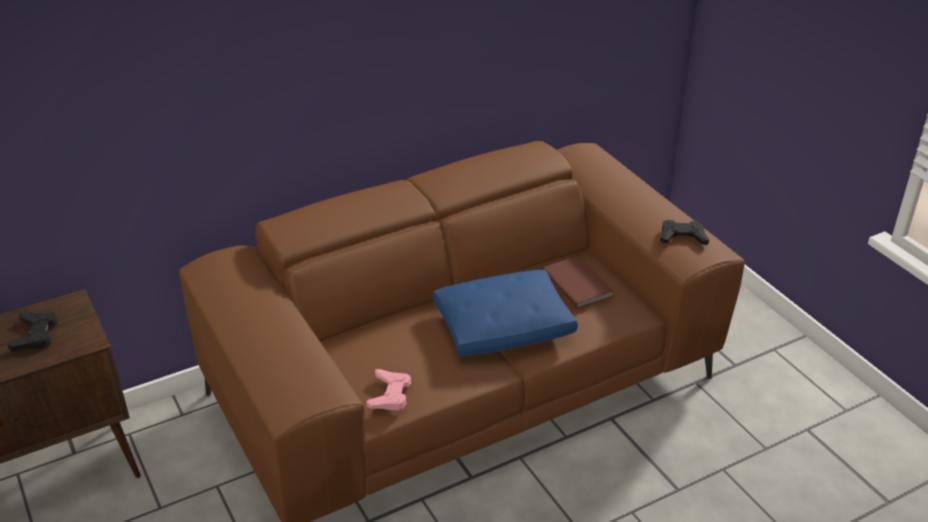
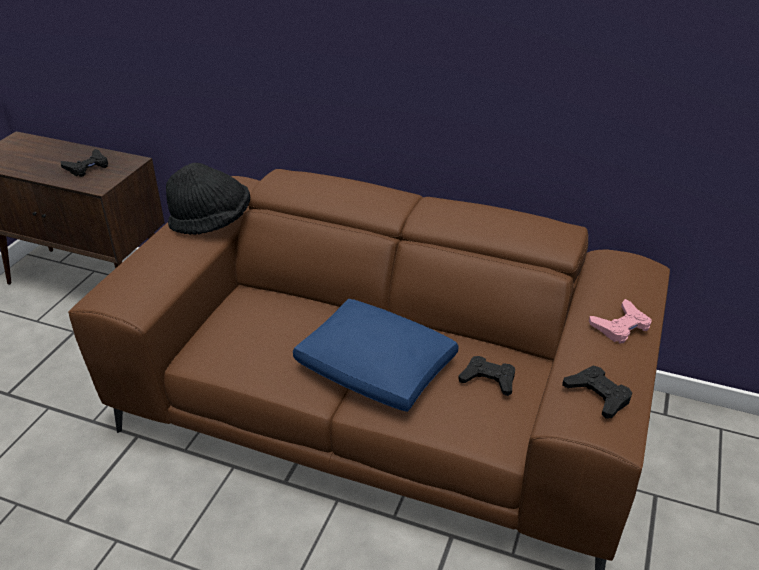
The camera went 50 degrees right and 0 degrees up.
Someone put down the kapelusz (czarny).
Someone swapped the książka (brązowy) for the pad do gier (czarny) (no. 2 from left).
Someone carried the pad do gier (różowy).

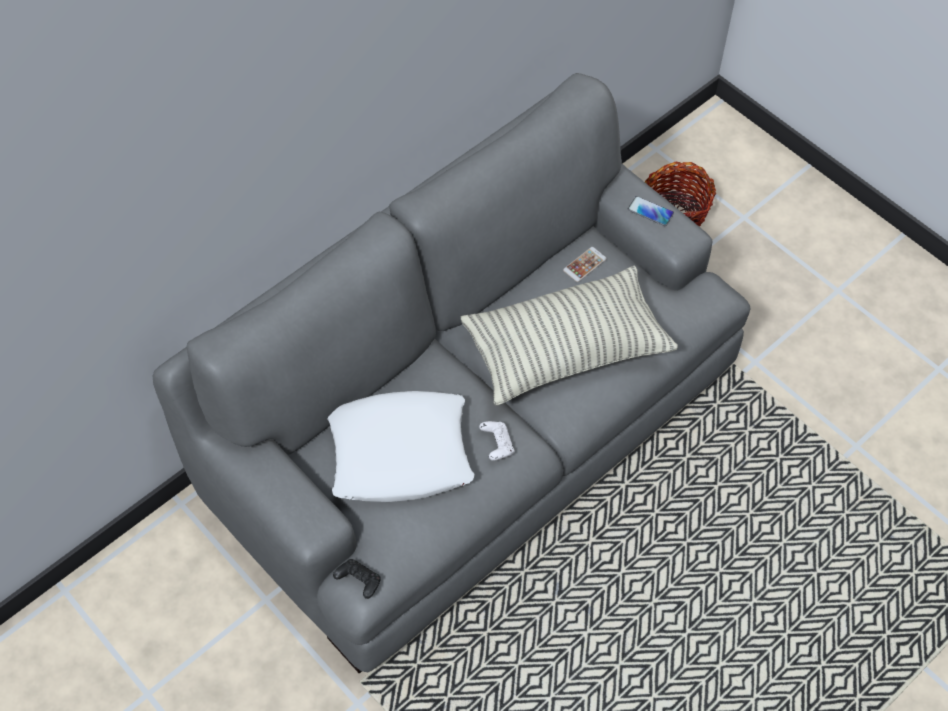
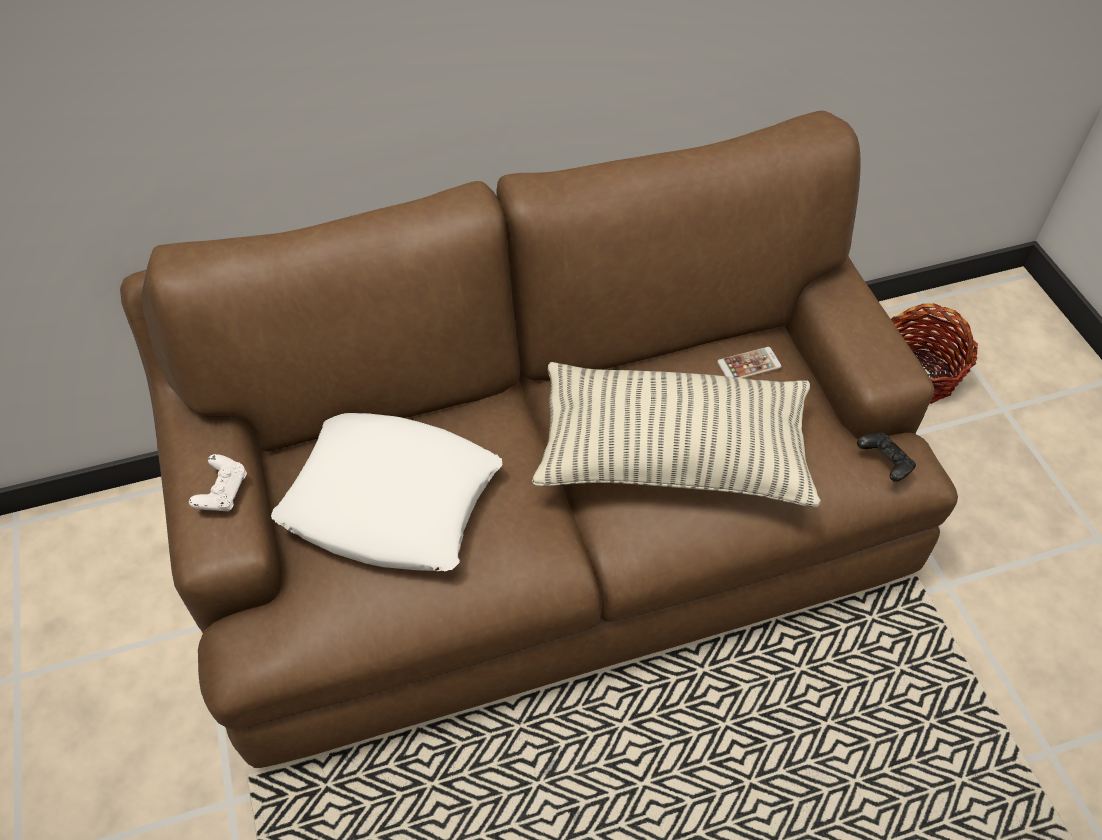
The camera went 25 degrees right and 5 degrees down.
Someone repainted the kanapa (szary), which became the kanapa (brązowy).
Someone carried the pad do gier (biały).
Someone carried the pad do gier (czarny).
Someone took away the telefon (no. 2 from left).

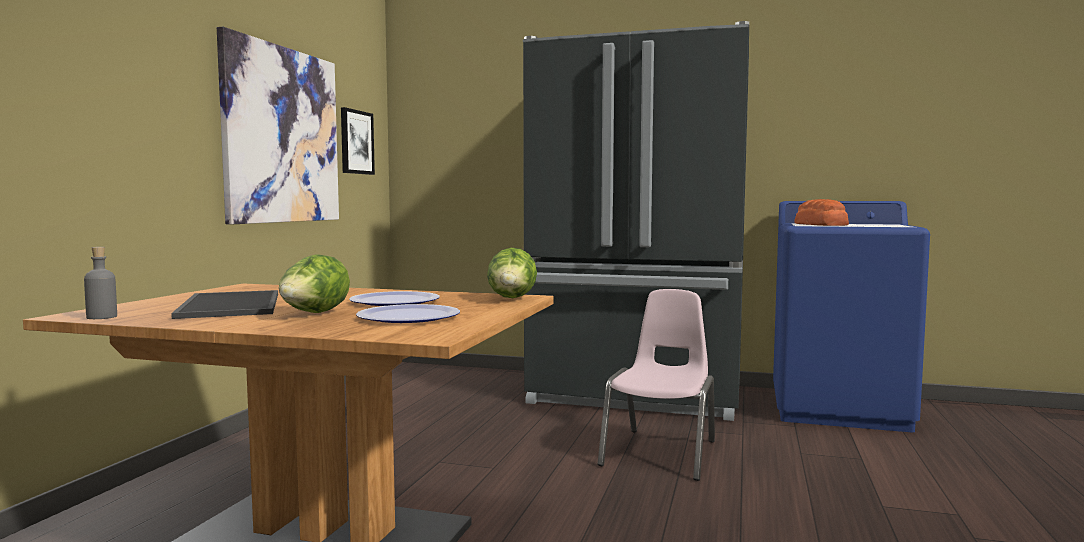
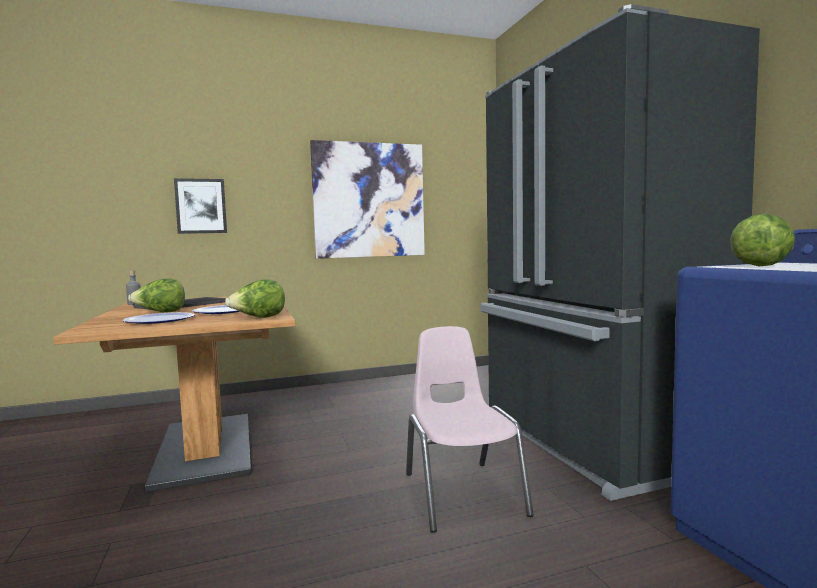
The camera went 55 degrees right and 0 degrees up.
Someone carried the obraz (no. 2 from left in the first image).
Someone rotated the krzesło (różowy) by 90 degrees counterclockwise.
Someone swapped the chleb for the sałata (no. 3 from left).

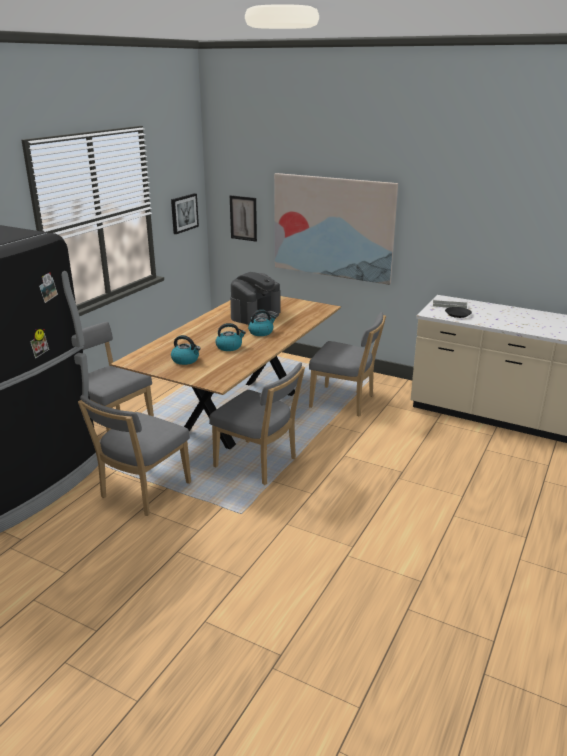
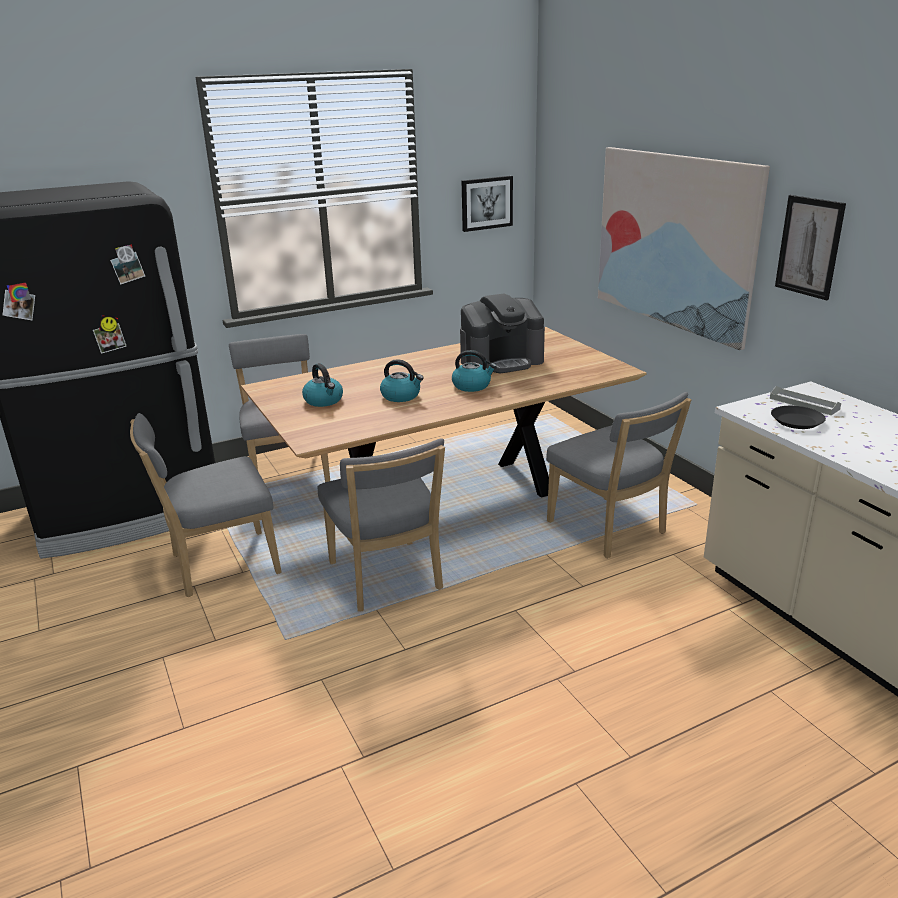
The camera went 35 degrees right and 0 degrees up.
Someone carried the obraz (no. 2 from left in the first image).

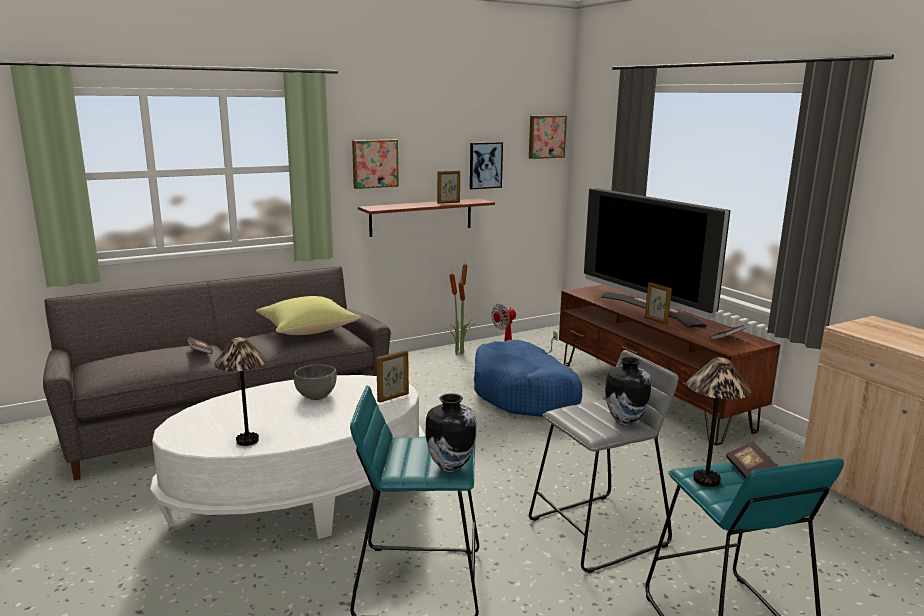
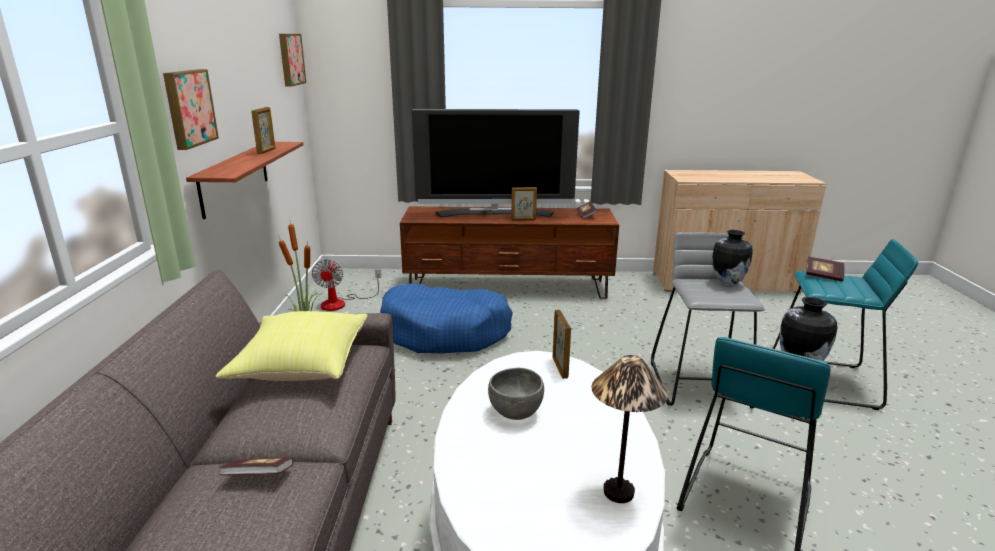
The camera went 60 degrees left and 5 degrees up.
Someone took away the obraz (no. 2 from left).
Someone took away the lampa stołowa (no. 2 from left).

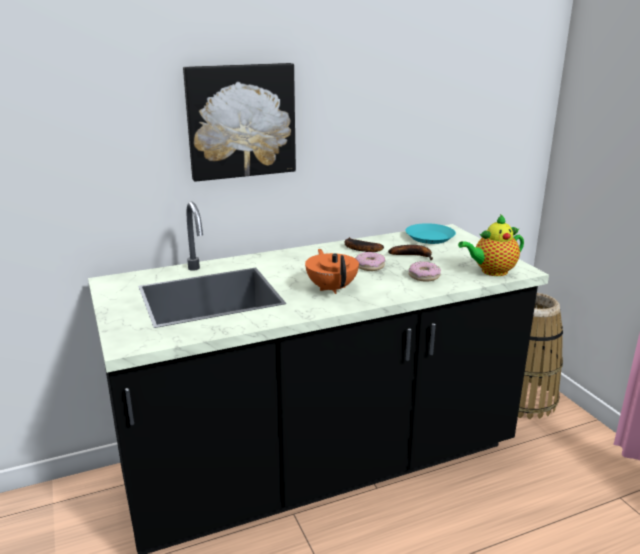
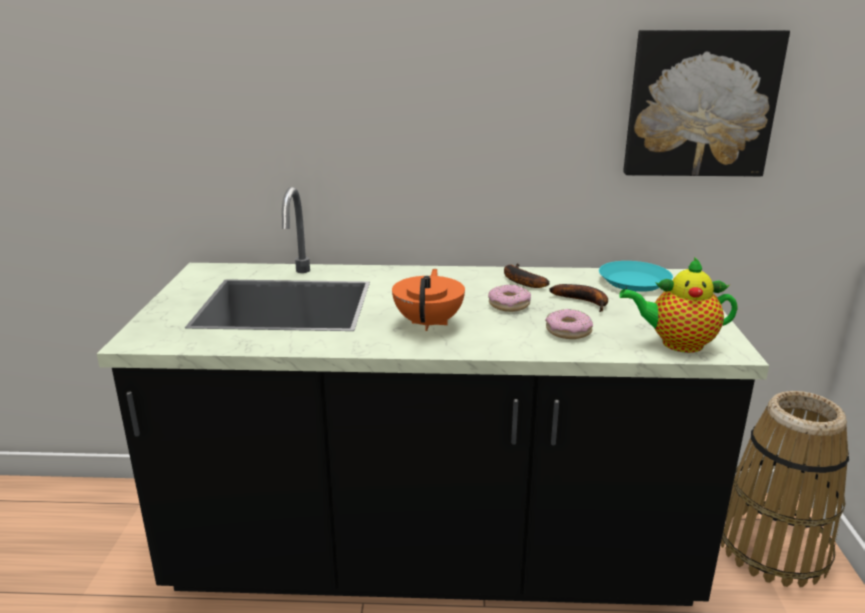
The camera went 25 degrees right and 0 degrees up.
Someone carried the obraz.

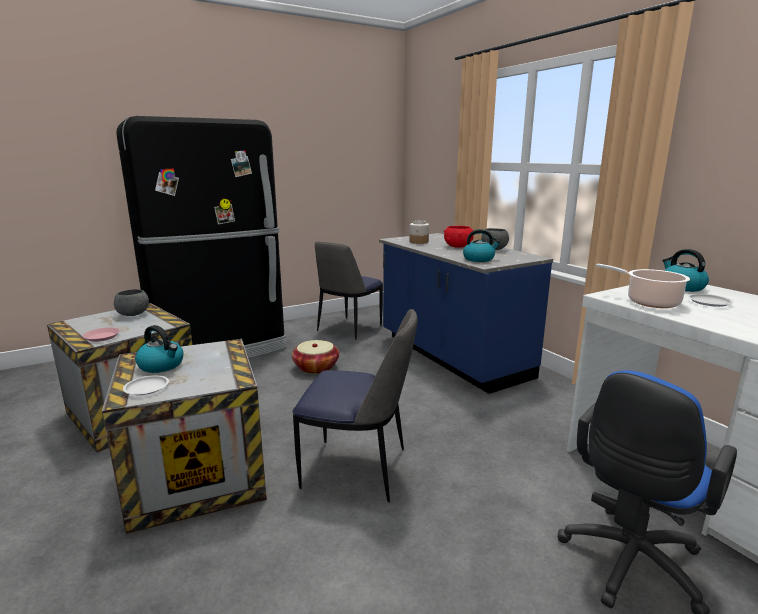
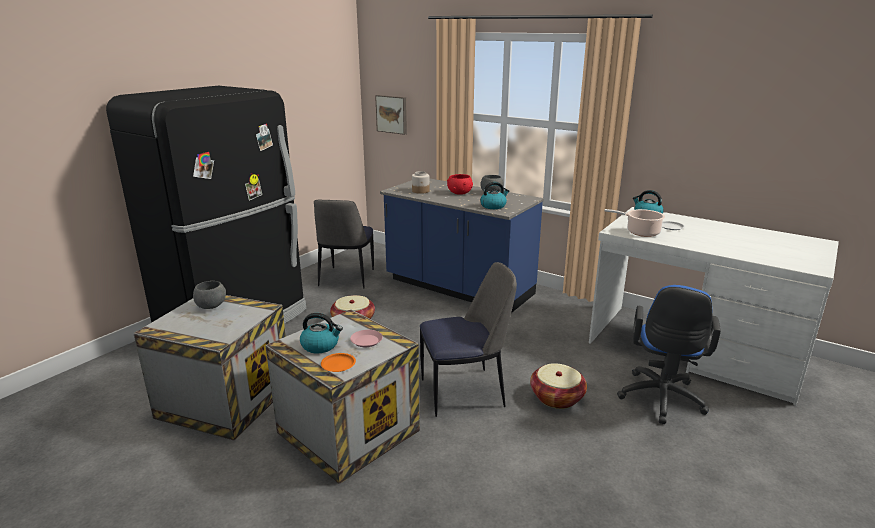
The camera went 25 degrees left and 5 degrees up.
Someone repainted the talerz (biały) (no. 1 from left), which became the talerz (pomarańczowy).
Someone carried the talerz (różowy).
Someone put up the obraz.
Someone put down the koszyk (no. 2 from left).

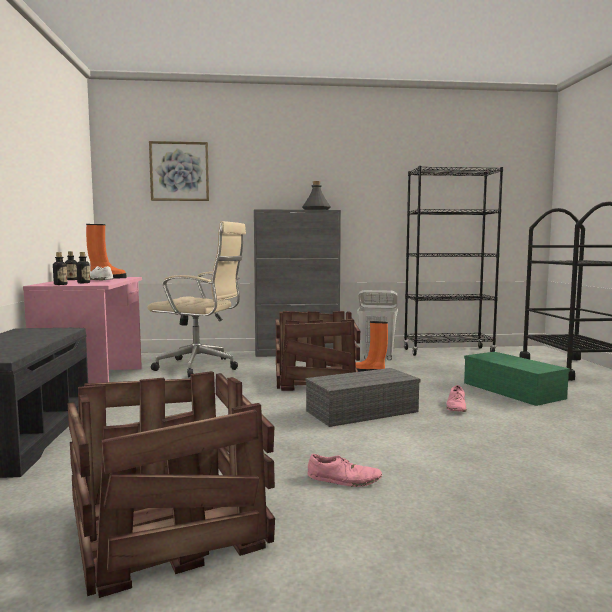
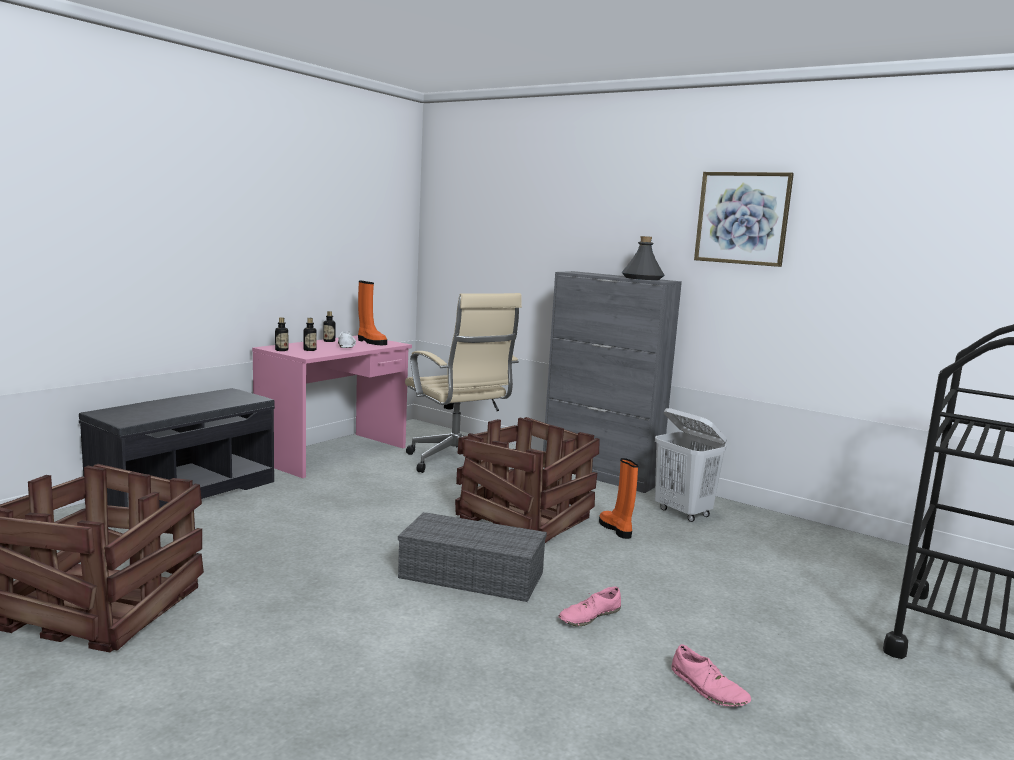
The camera went 40 degrees right and 5 degrees up.
Someone carried the but (różowy) (no. 1 from left in the first image).
Someone carried the obraz.
Someone took away the regał (czarny).
Someone took away the pojemnik do przechowywania (zielony).

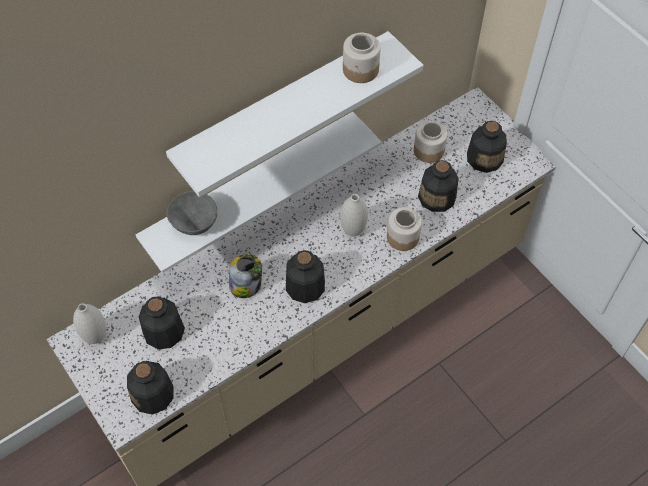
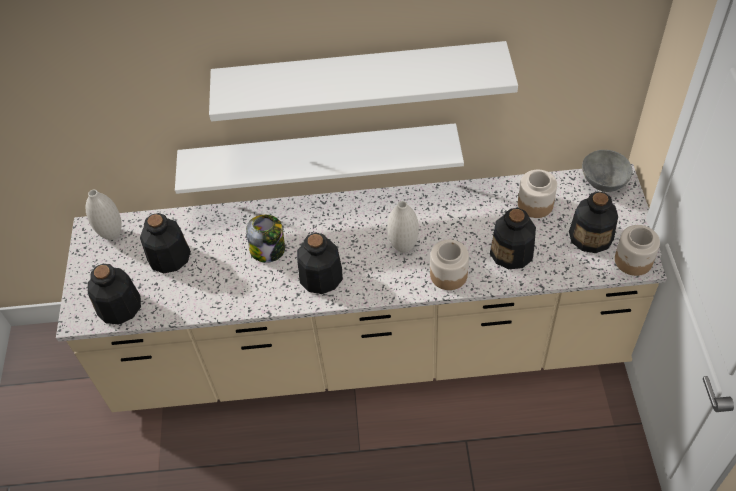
The camera went 35 degrees right and 5 degrees down.
Someone carried the miska (szary).
Someone carried the słoik (no. 2 from left in the first image).

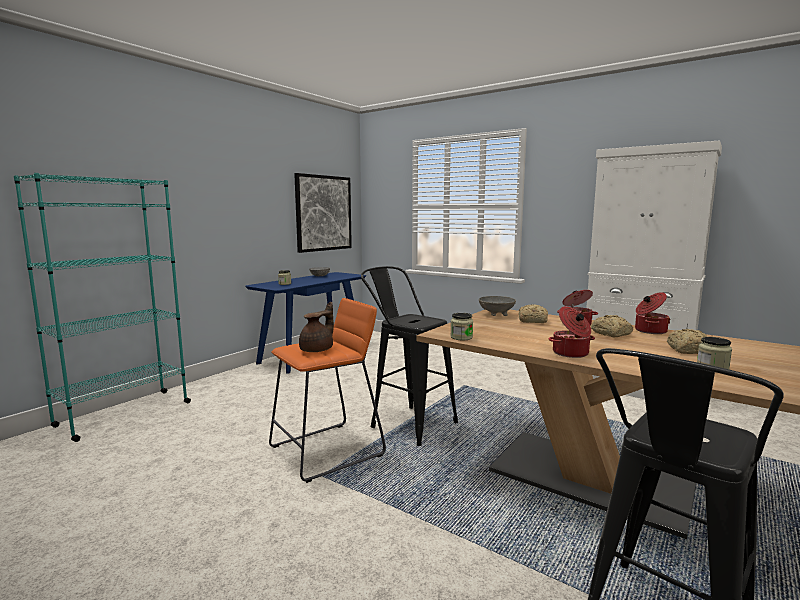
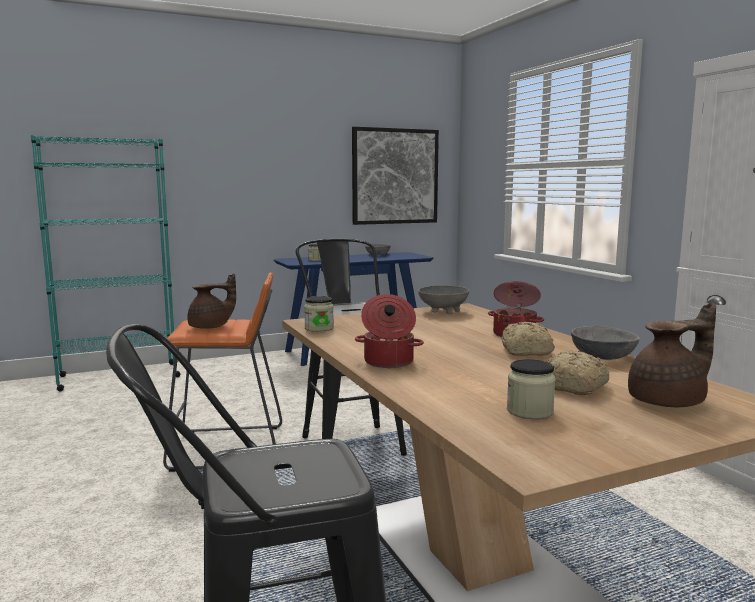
The camera went 30 degrees right and 0 degrees up.
Someone swapped the garnek (no. 3 from left) for the miska (szary) (no. 3 from left).
Someone put down the imbryk (brązowy) (no. 2 from left).
Someone took away the chleb (no. 1 from left).

